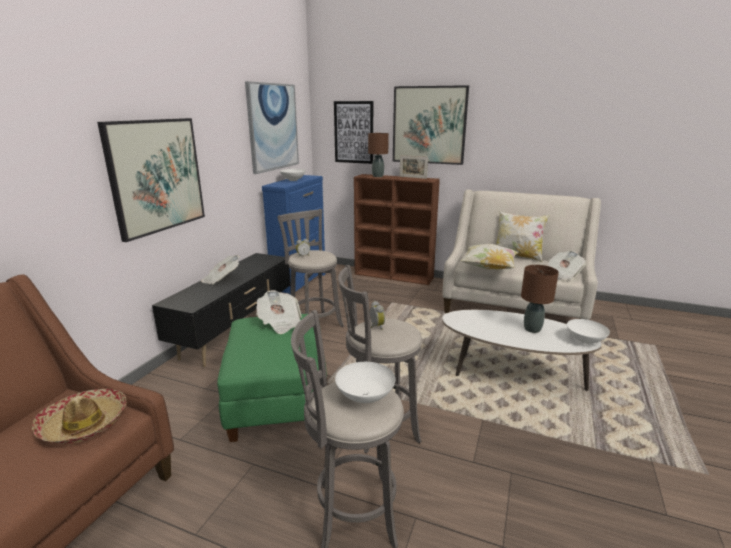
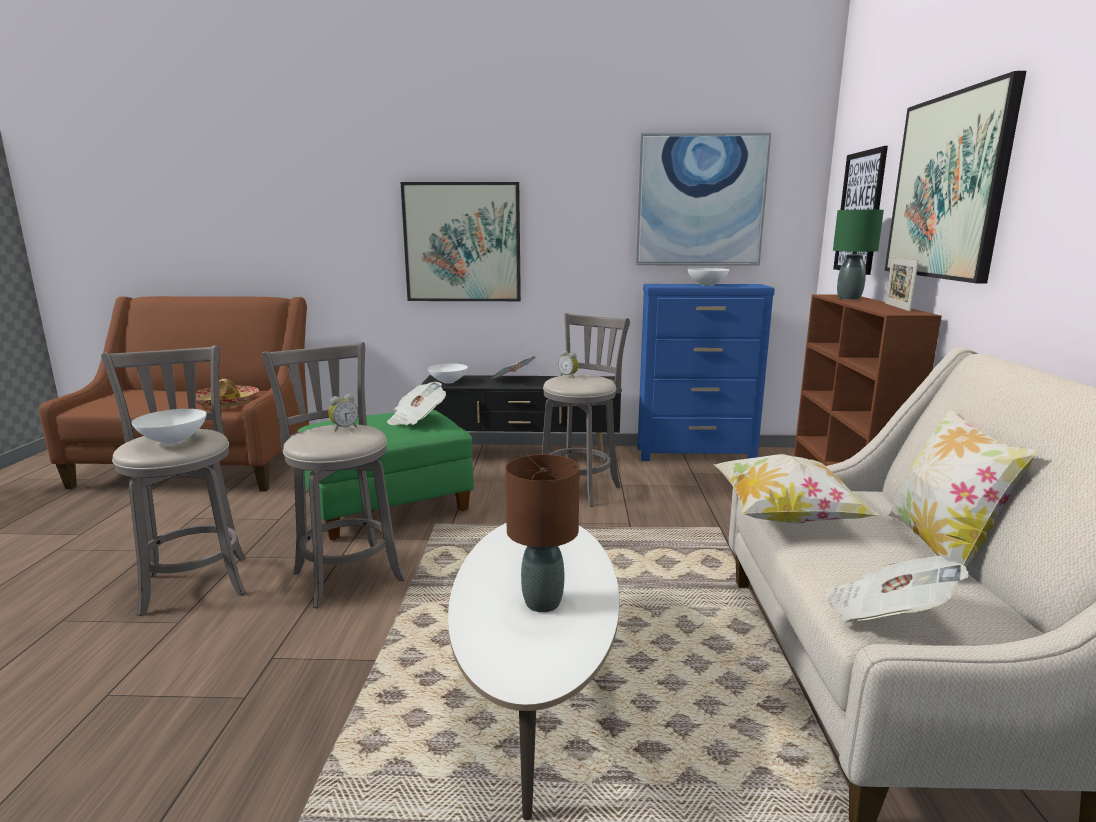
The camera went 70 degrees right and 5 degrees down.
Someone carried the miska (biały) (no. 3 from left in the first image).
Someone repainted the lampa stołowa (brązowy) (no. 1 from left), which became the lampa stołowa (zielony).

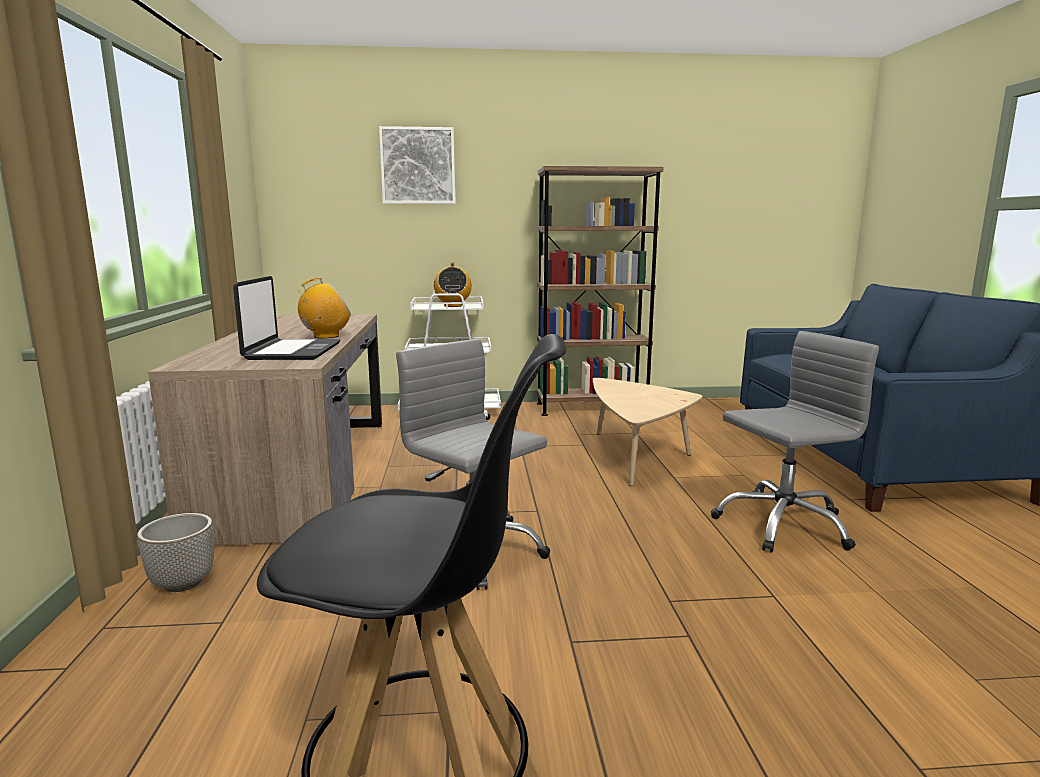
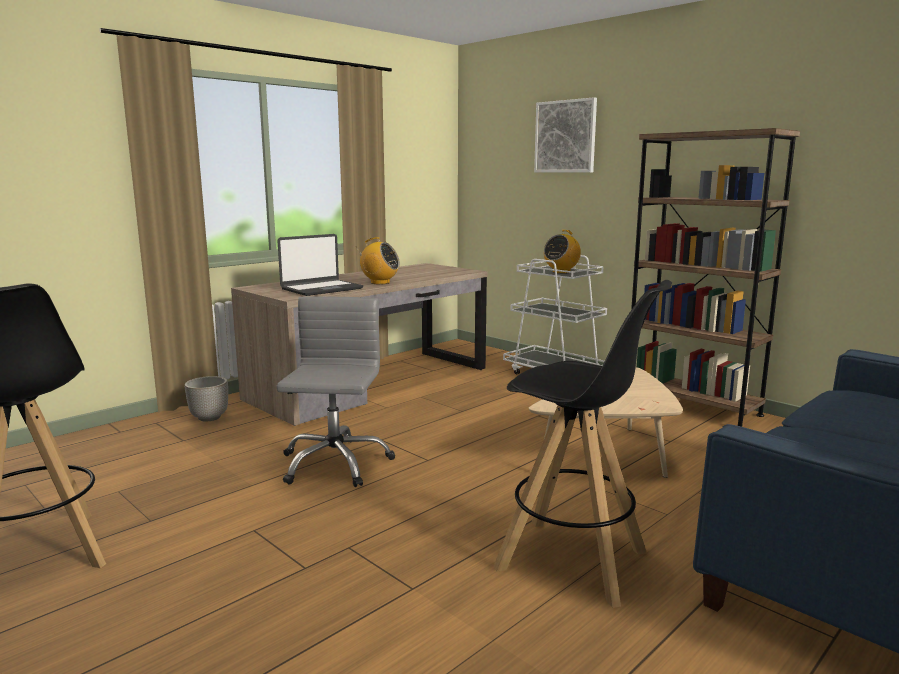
The camera went 50 degrees right and 0 degrees up.
Someone swapped the krzesło biurowe (szary) (no. 2 from left) for the stołek (czarny) (no. 2 from left).

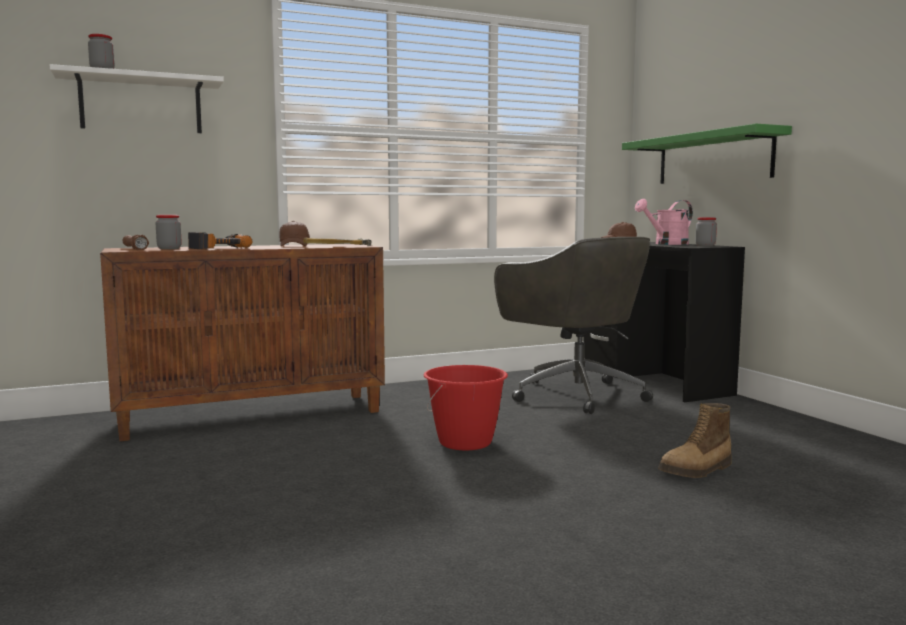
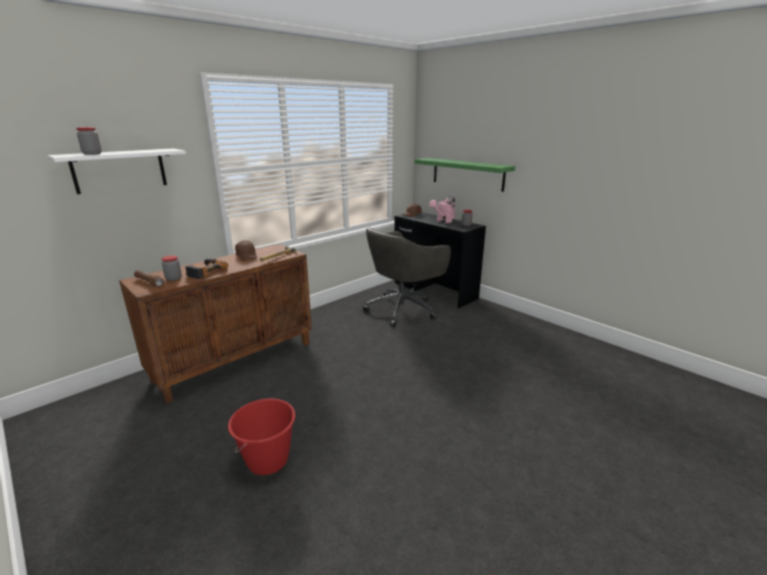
The camera went 20 degrees left and 15 degrees up.
Someone carried the wiadro (czerwony).
Someone rotated the krzesło biurowe (szary) by 105 degrees clockwise.
Someone took away the but z cholewką.

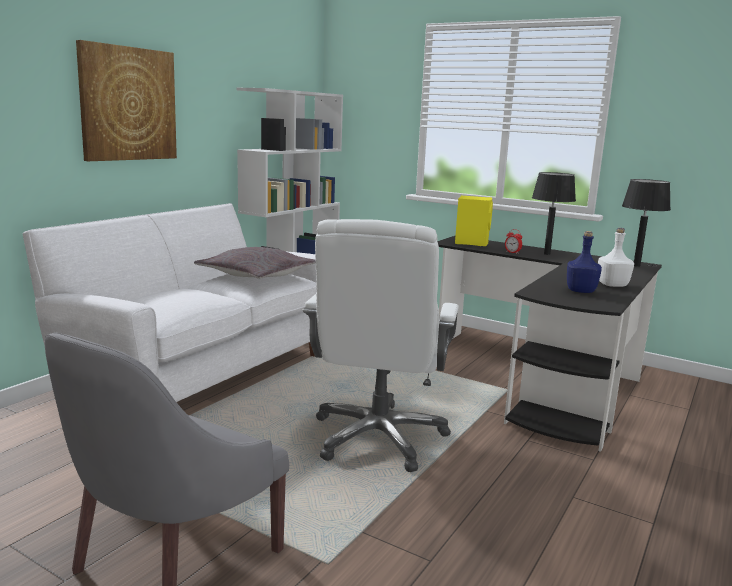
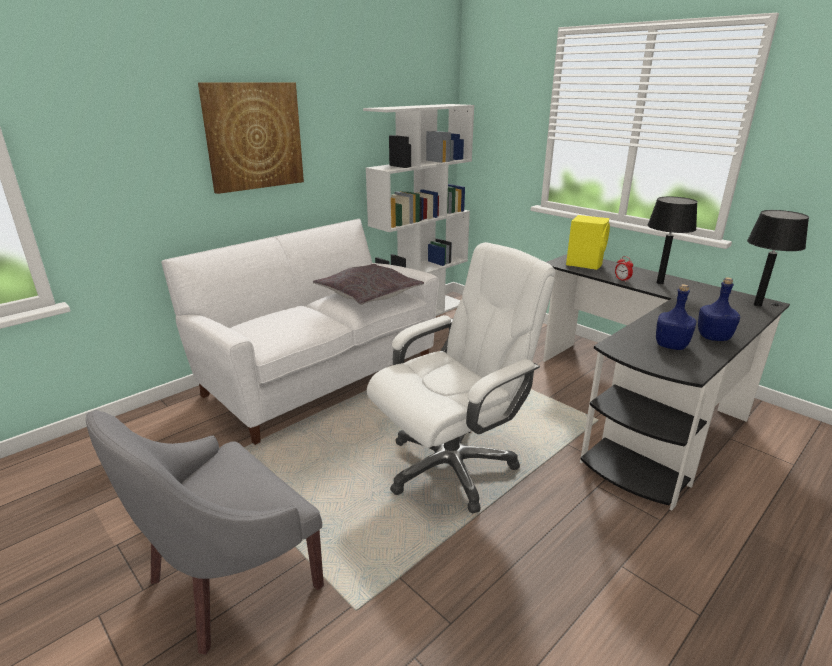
The camera went 15 degrees right and 10 degrees up.
Someone rotated the krzesło biurowe (biały) by 150 degrees counterclockwise.
Someone repainted the butelka (biały), which became the butelka (niebieski) (no. 2 from left).

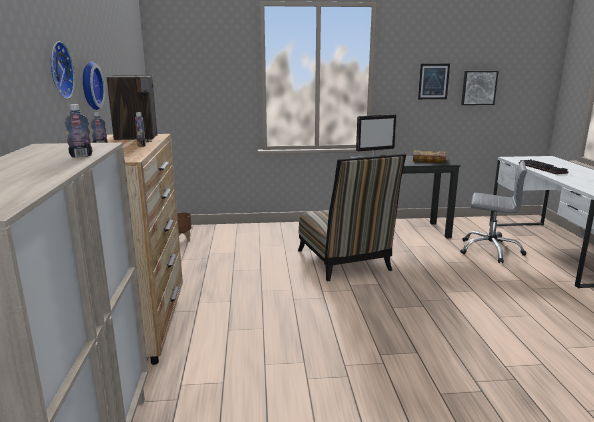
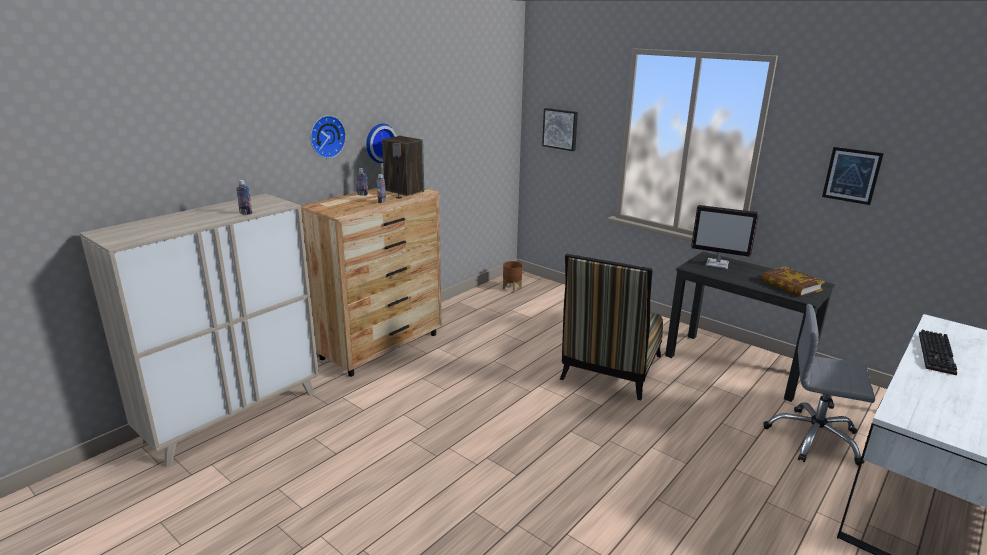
The camera went 45 degrees right and 5 degrees up.
Someone carried the obraz (no. 2 from left in the first image).
Someone rotated the krzesło biurowe (szary) by 135 degrees clockwise.

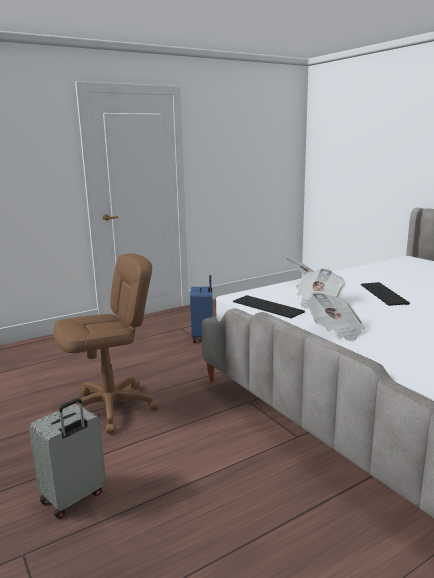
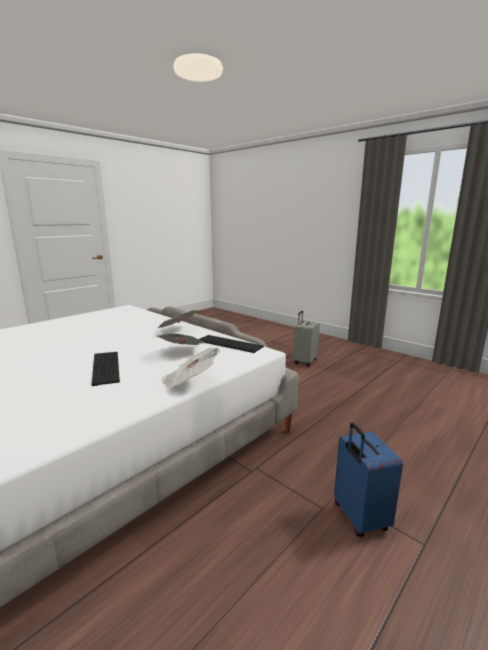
The camera went 165 degrees right and 0 degrees up.
Someone took away the krzesło biurowe (brązowy).

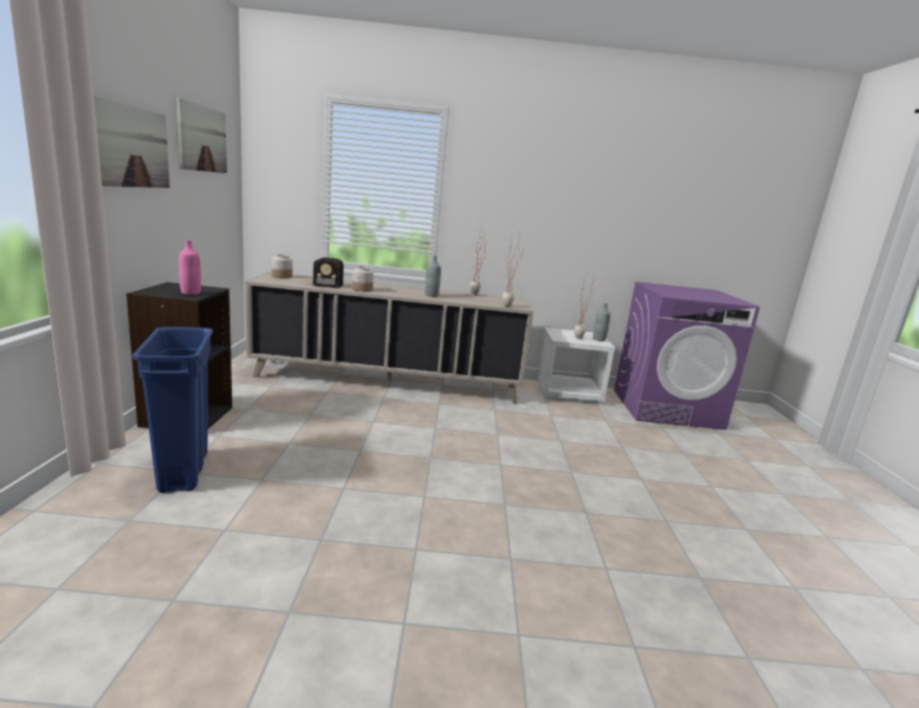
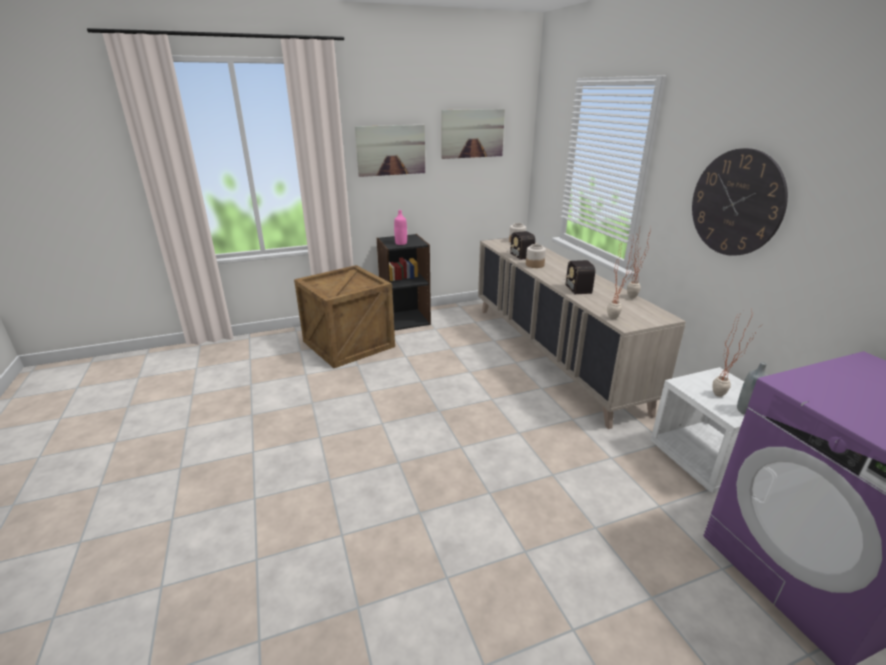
The camera went 70 degrees right and 10 degrees up.
Someone swapped the kosz na śmieci (niebieski) for the skrzynka.
Someone swapped the butelka (szary) (no. 1 from left) for the radio (no. 2 from left).
Someone put up the zegar ścienny.

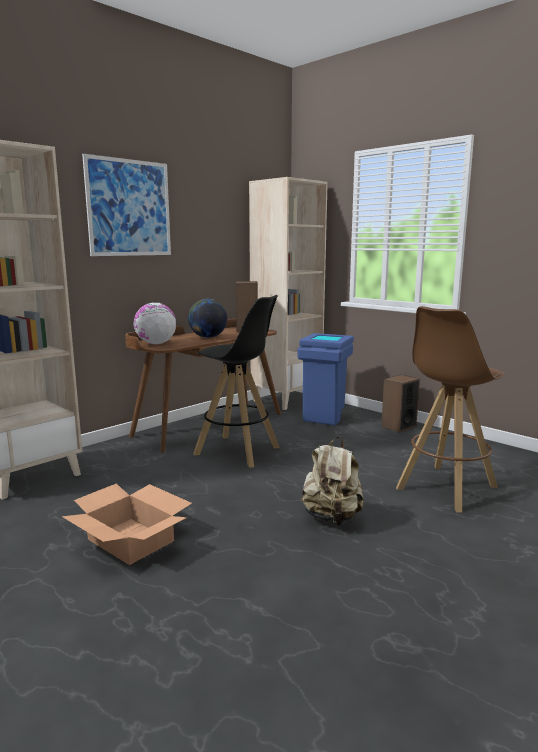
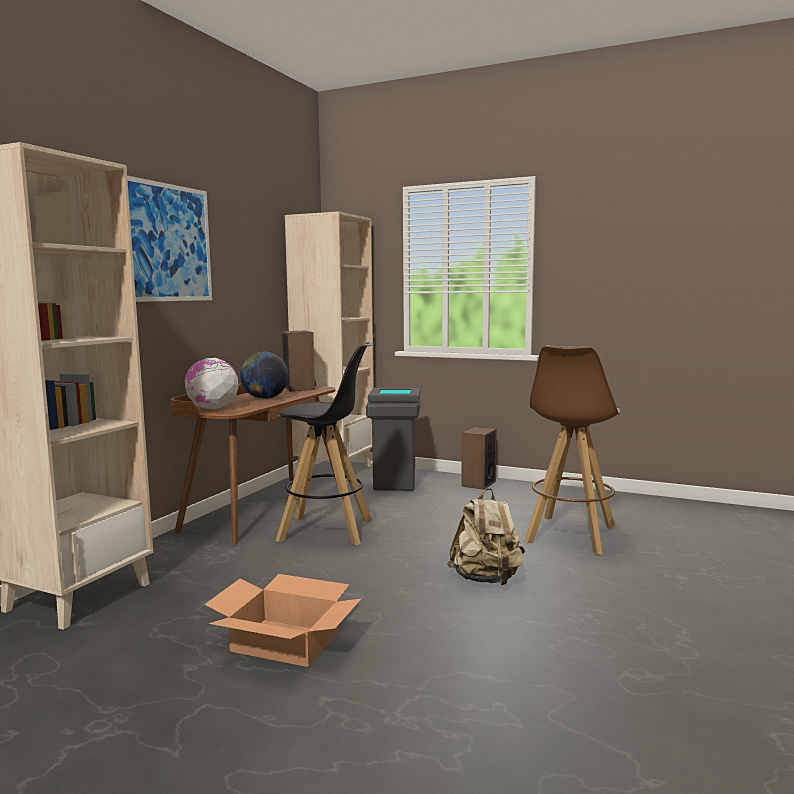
The camera went 20 degrees left and 5 degrees down.
Someone repainted the kosz na śmieci (niebieski), which became the kosz na śmieci (szary).

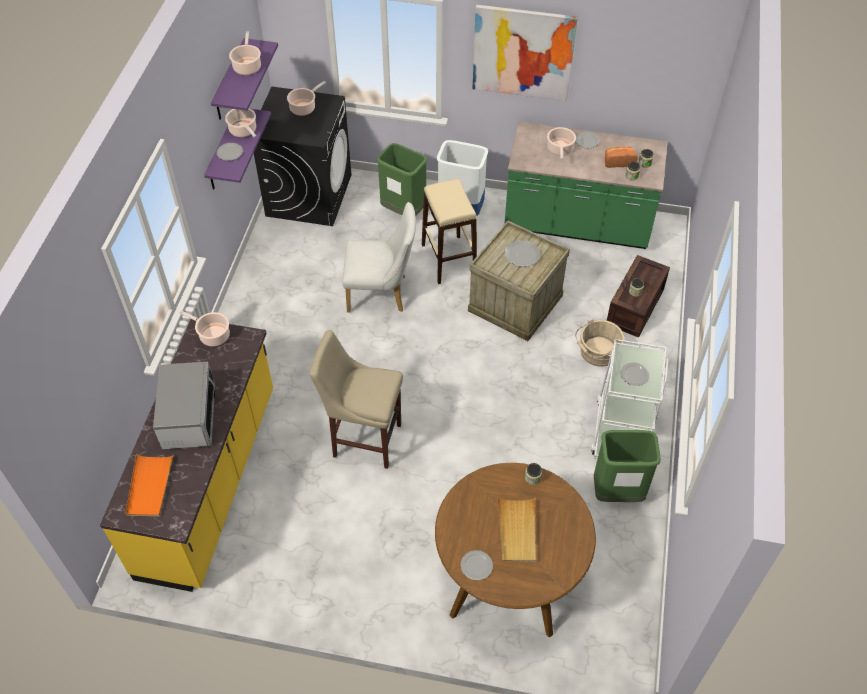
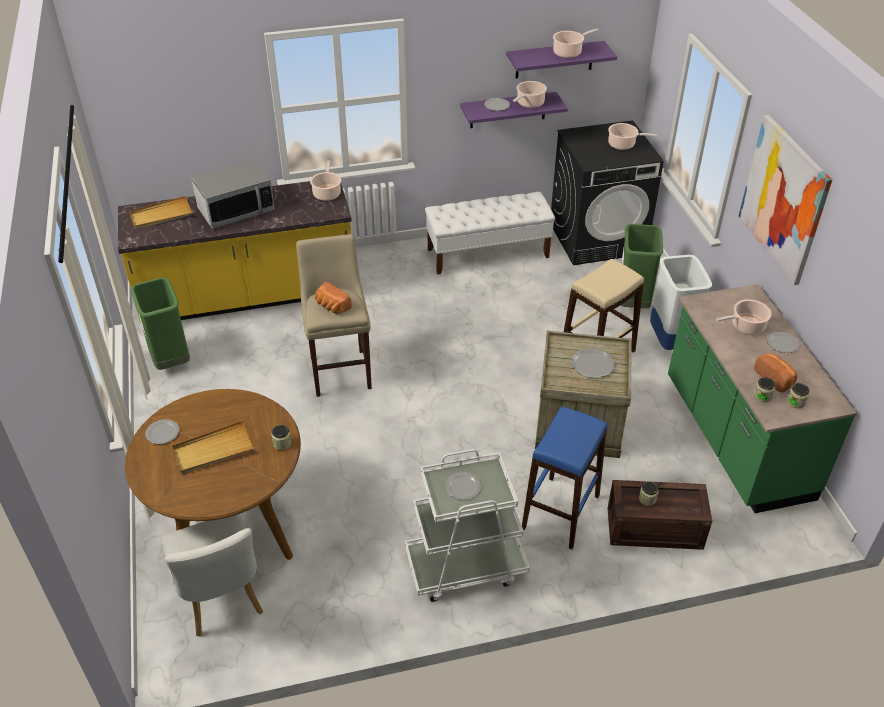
The camera went 65 degrees right and 10 degrees down.
Someone repainted the taca (pomarańczowy), which became the taca (beżowy) (no. 1 from left).
Someone carried the kosz na śmieci (zielony) (no. 2 from left in the first image).
Someone carried the krzesło (biały).
Someone put down the chleb (no. 1 from left).
Someone put down the ławka (biały).
Someone swapped the wiadro (beżowy) for the stołek (niebieski).

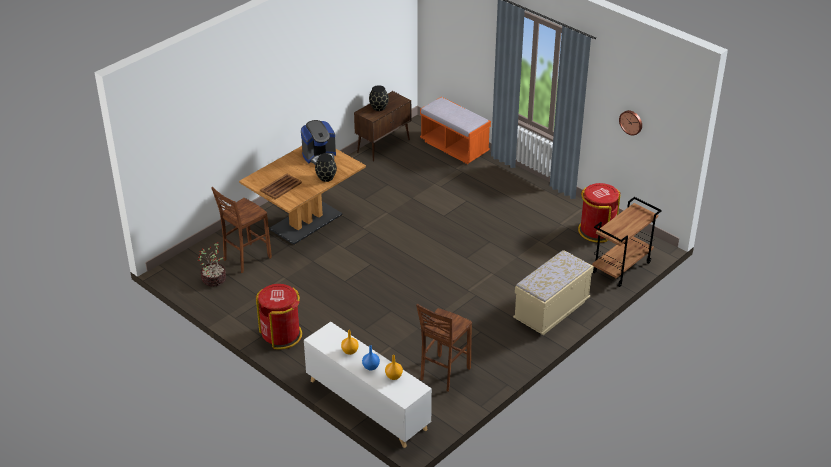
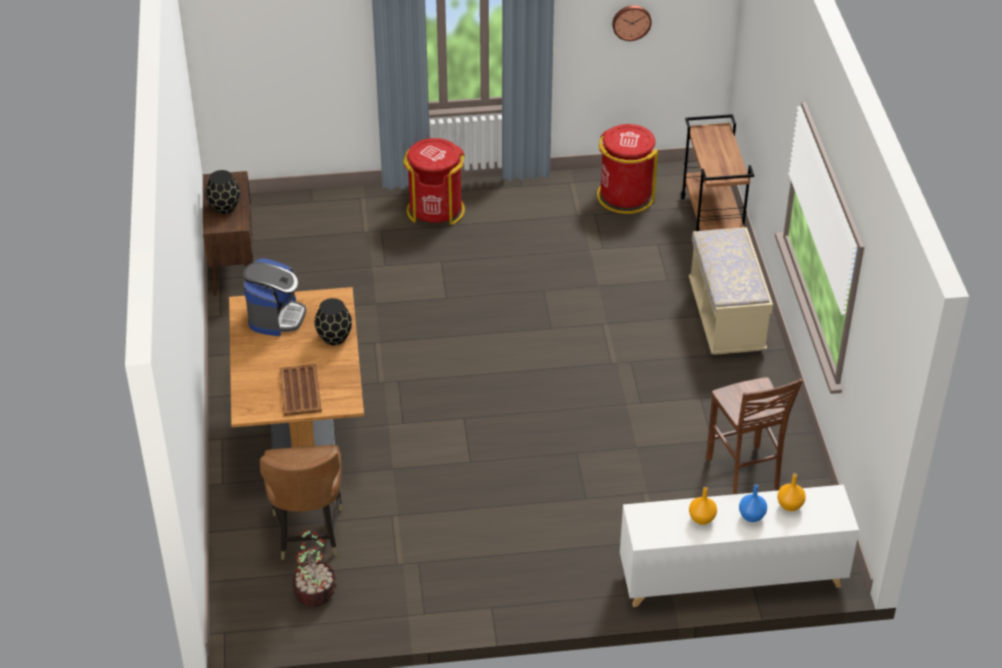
The camera went 50 degrees left and 5 degrees up.
Someone swapped the stołek (brązowy) (no. 1 from left) for the krzesło (brązowy).
Someone carried the kosz na śmieci (czerwony) (no. 1 from left).
Someone took away the ławka (pomarańczowy).

